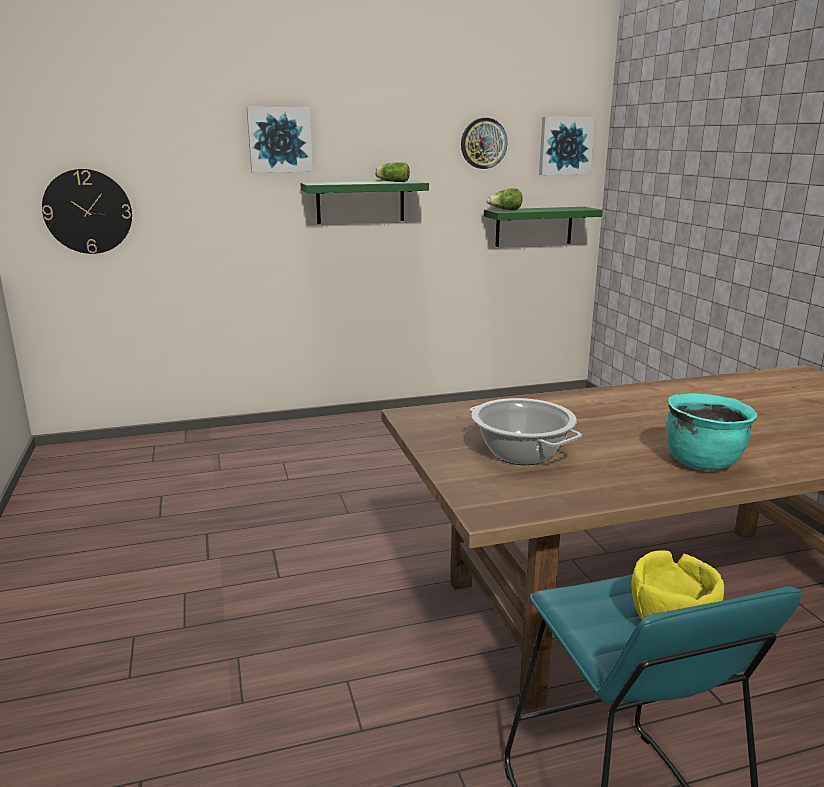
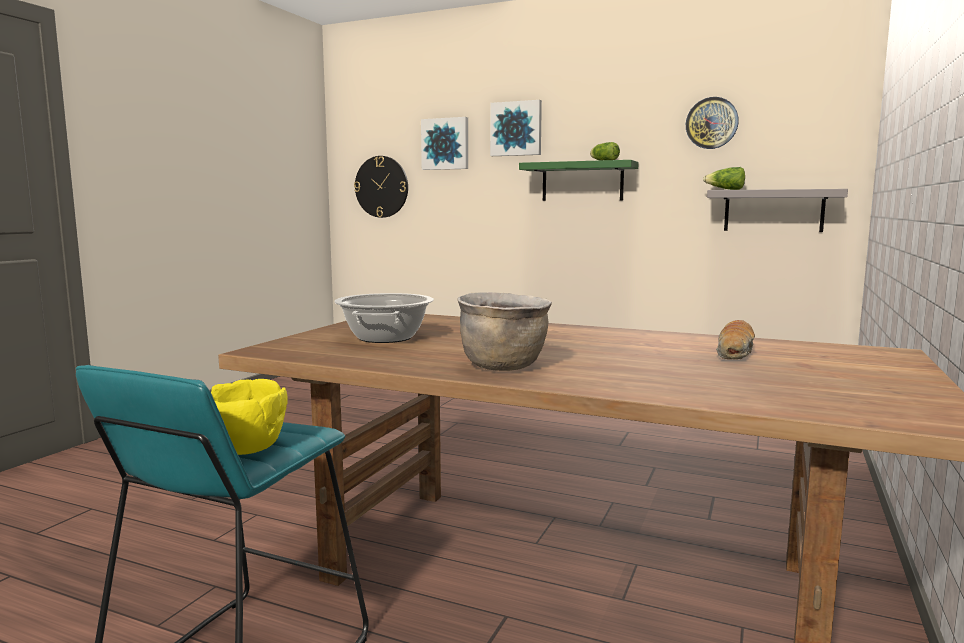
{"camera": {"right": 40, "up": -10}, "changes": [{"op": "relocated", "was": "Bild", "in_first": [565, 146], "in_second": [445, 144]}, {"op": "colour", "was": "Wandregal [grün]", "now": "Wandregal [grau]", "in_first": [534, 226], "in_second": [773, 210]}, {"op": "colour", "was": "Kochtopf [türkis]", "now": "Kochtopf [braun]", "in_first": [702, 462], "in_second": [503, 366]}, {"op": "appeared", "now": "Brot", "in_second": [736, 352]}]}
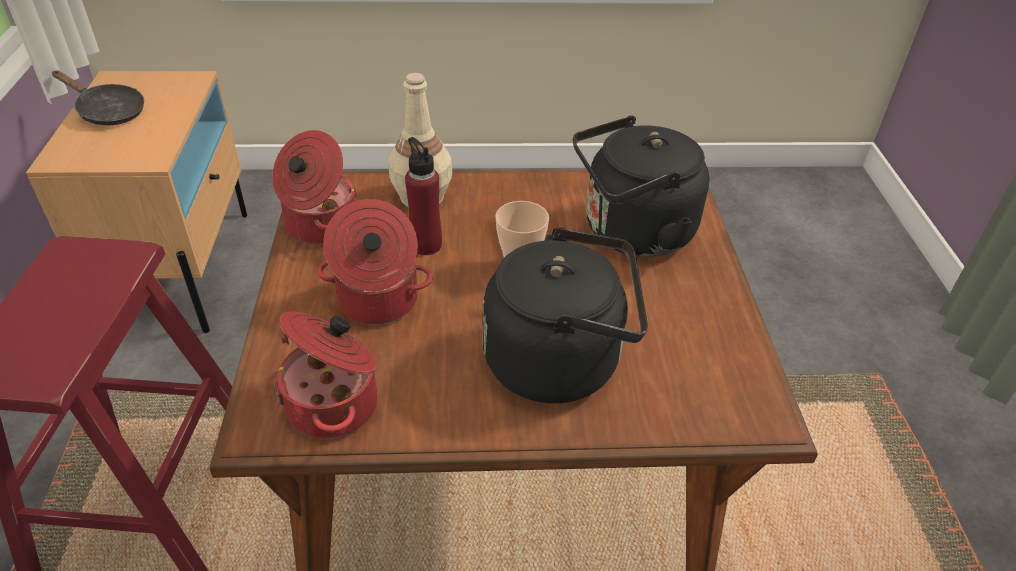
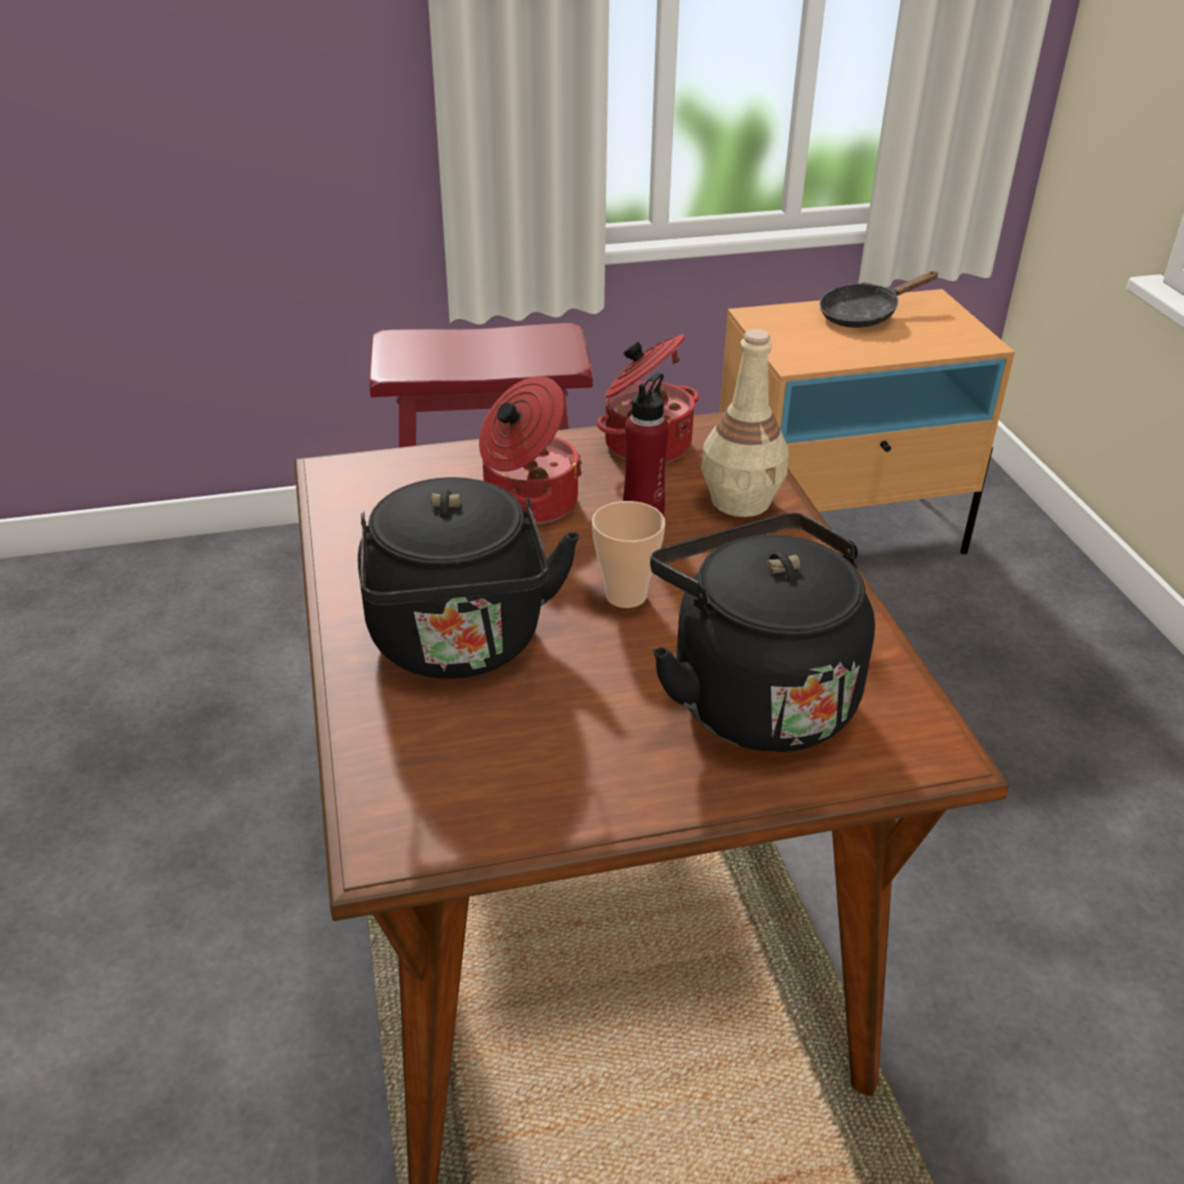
{"camera": {"right": 80, "up": -5}, "changes": [{"op": "spun", "was": "Pfanne [schwarz]", "in_first": [107, 112], "in_second": [864, 315], "clockwise": 45}, {"op": "missing", "was": "Kochtopf", "in_first": [335, 405]}]}
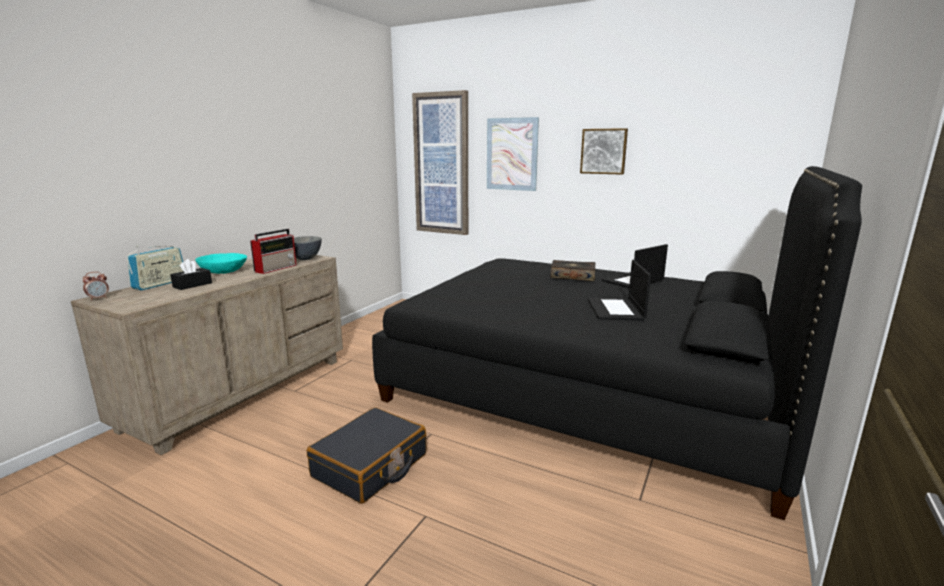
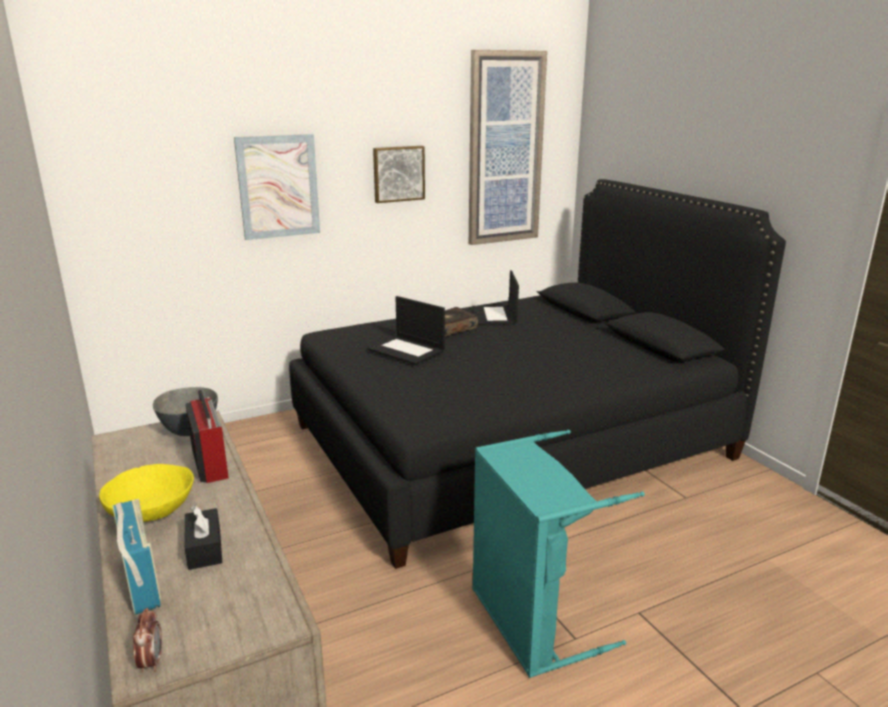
{"camera": {"right": -55, "up": 5}, "changes": [{"op": "relocated", "was": "Bild", "in_first": [442, 164], "in_second": [505, 149]}, {"op": "colour", "was": "Schüssel [türkis]", "now": "Schüssel [gelb]", "in_first": [223, 271], "in_second": [151, 509]}, {"op": "relocated", "was": "Laptop", "in_first": [616, 310], "in_second": [407, 350]}, {"op": "exchanged", "was": "Koffer [schwarz]", "now": "Wäschekorb [türkis]", "in_first": [370, 466], "in_second": [530, 621]}]}
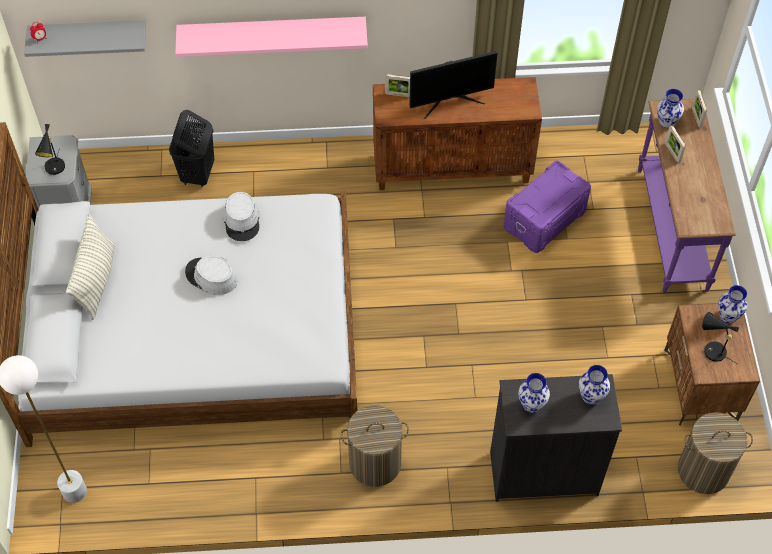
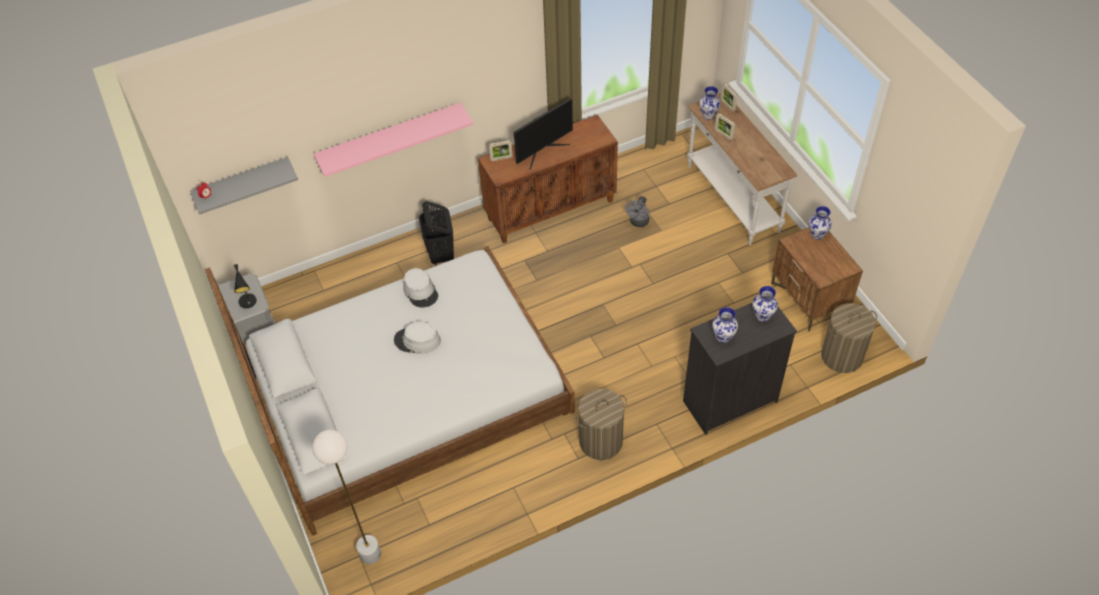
{"camera": {"right": -20, "up": -5}, "changes": [{"op": "colour", "was": "Konsolentisch [lila]", "now": "Konsolentisch [weiß]", "in_first": [670, 229], "in_second": [731, 199]}, {"op": "relocated", "was": "Wäschekorb [schwarz]", "in_first": [197, 174], "in_second": [441, 255]}, {"op": "exchanged", "was": "Aufbewahrungsbox [lila]", "now": "Ventilator [grau]", "in_first": [545, 219], "in_second": [638, 223]}, {"op": "missing", "was": "Kissen", "in_first": [96, 280]}, {"op": "missing", "was": "Tischlampe [schwarz]", "in_first": [711, 350]}]}
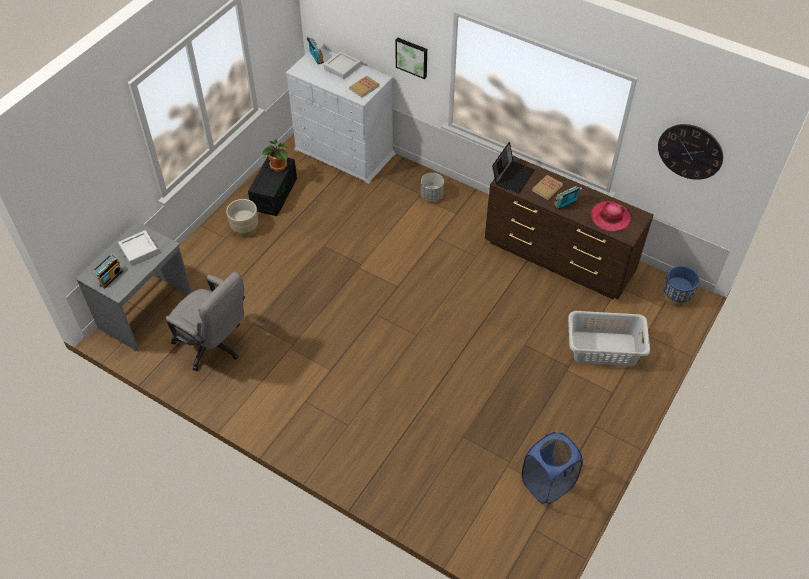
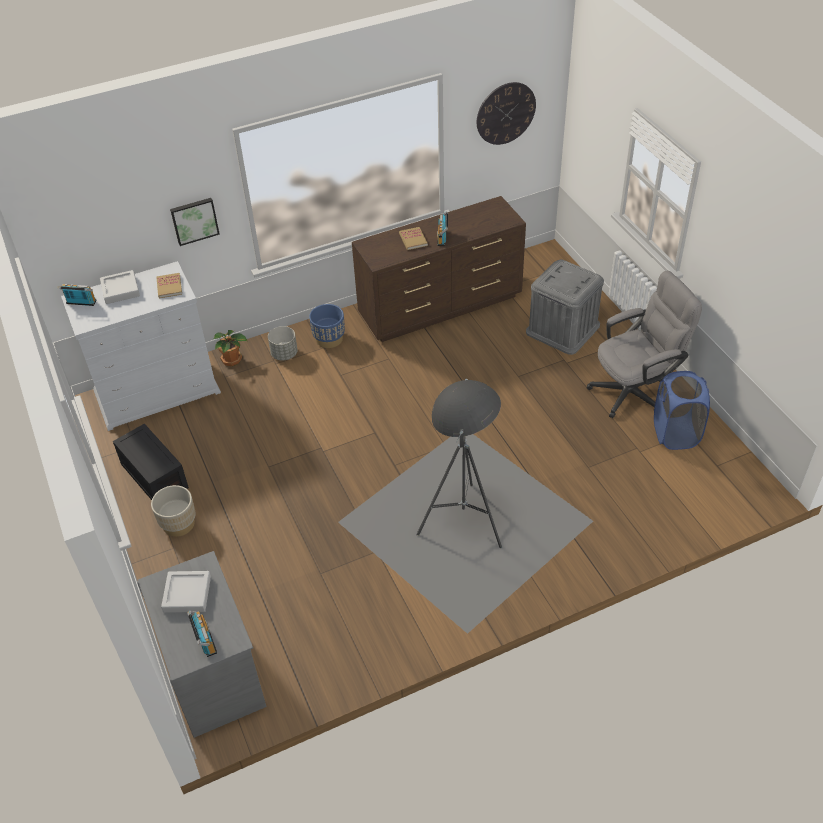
{"camera": {"right": -55, "up": -5}, "changes": [{"op": "relocated", "was": "Topfpflanze", "in_first": [278, 166], "in_second": [232, 360]}, {"op": "missing", "was": "Laptop", "in_first": [512, 176]}, {"op": "missing", "was": "Hut", "in_first": [610, 217]}, {"op": "relocated", "was": "Pflanzkübel [blau]", "in_first": [676, 296], "in_second": [329, 339]}, {"op": "relocated", "was": "Bürostuhl [grau]", "in_first": [214, 346], "in_second": [635, 390]}, {"op": "exchanged", "was": "Wäschekorb [grau]", "now": "Aufbewahrungsbox [grau]", "in_first": [604, 349], "in_second": [563, 328]}, {"op": "appeared", "now": "Stehlampe [grau]", "in_second": [465, 522]}]}
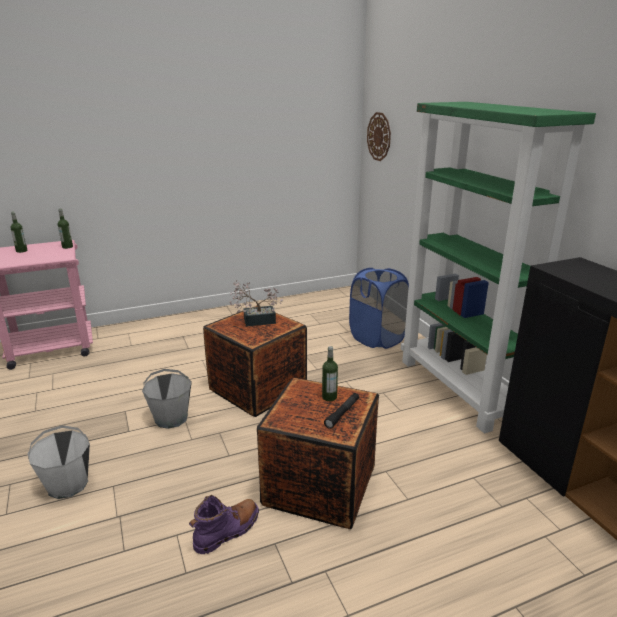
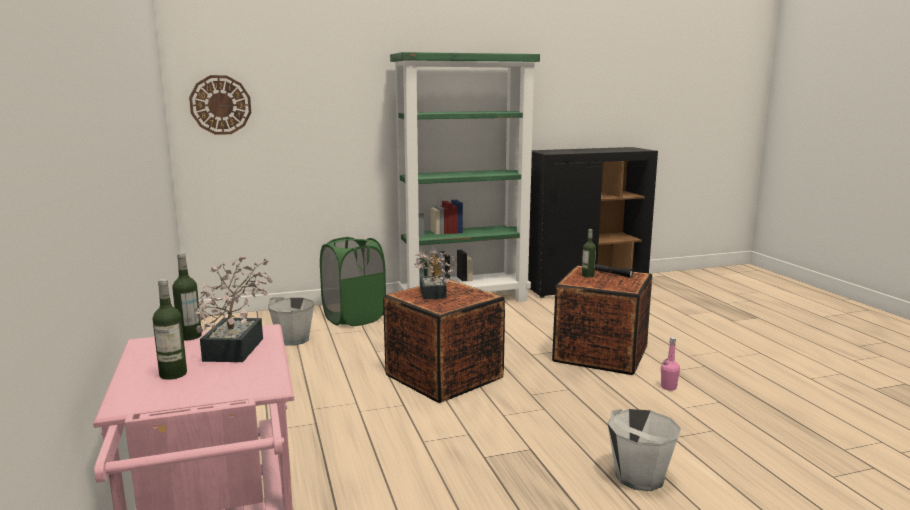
{"camera": {"right": -85, "up": -10}, "changes": [{"op": "colour", "was": "Wäschekorb [blau]", "now": "Wäschekorb [grün]", "in_first": [377, 338], "in_second": [354, 318]}, {"op": "relocated", "was": "Eimer [grau]", "in_first": [171, 418], "in_second": [293, 339]}, {"op": "exchanged", "was": "Stiefel [lila]", "now": "Flasche [rosa]", "in_first": [227, 531], "in_second": [668, 387]}, {"op": "appeared", "now": "Topfpflanze", "in_second": [237, 346]}]}
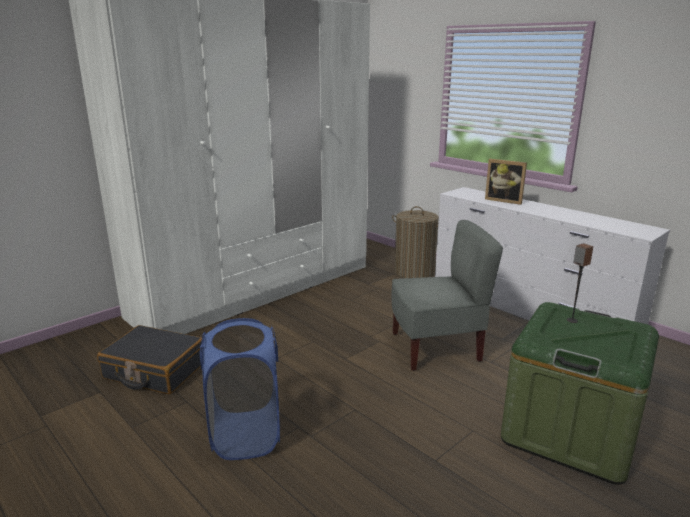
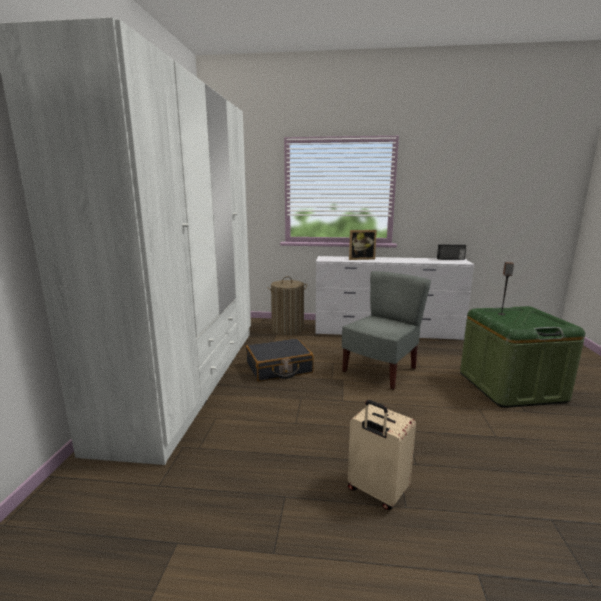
{"camera": {"right": -40, "up": -5}, "changes": [{"op": "exchanged", "was": "Wäschekorb [blau]", "now": "Koffer [beige]", "in_first": [246, 435], "in_second": [376, 492]}, {"op": "relocated", "was": "Koffer [schwarz]", "in_first": [154, 371], "in_second": [279, 368]}, {"op": "appeared", "now": "Radio", "in_second": [450, 259]}]}
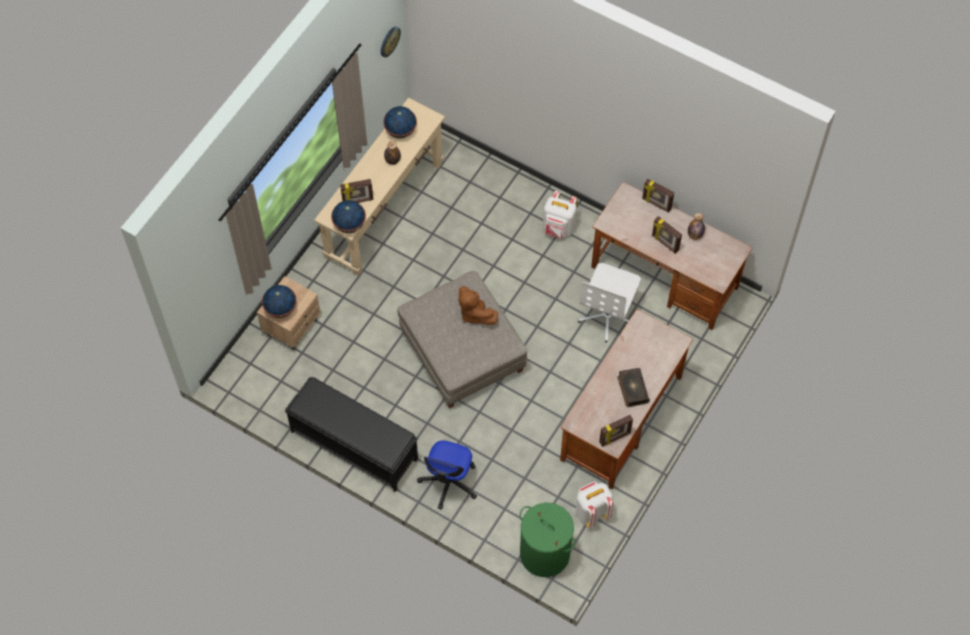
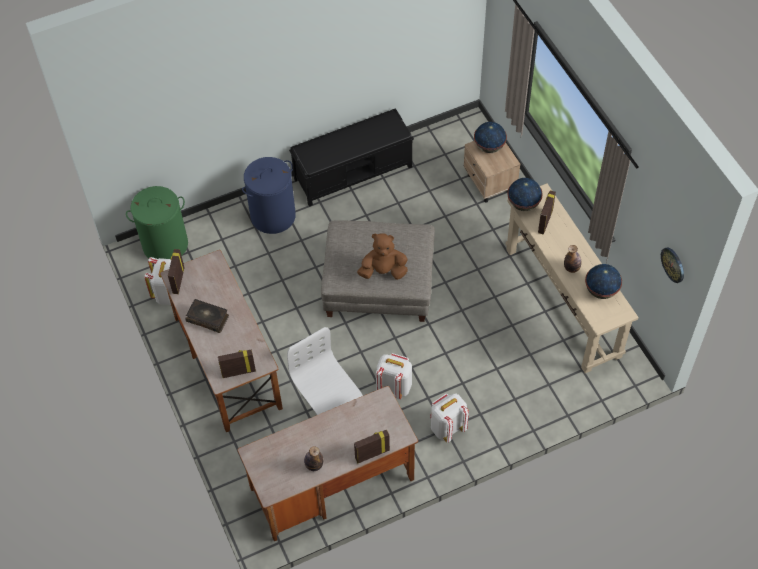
{"camera": {"right": 125, "up": -5}, "changes": [{"op": "relocated", "was": "Bilderrahmen", "in_first": [664, 243], "in_second": [238, 372]}, {"op": "exchanged", "was": "Bürostuhl", "now": "Wäschekorb [blau]", "in_first": [449, 482], "in_second": [273, 216]}, {"op": "appeared", "now": "Rucksack [weiß]", "in_second": [394, 386]}]}
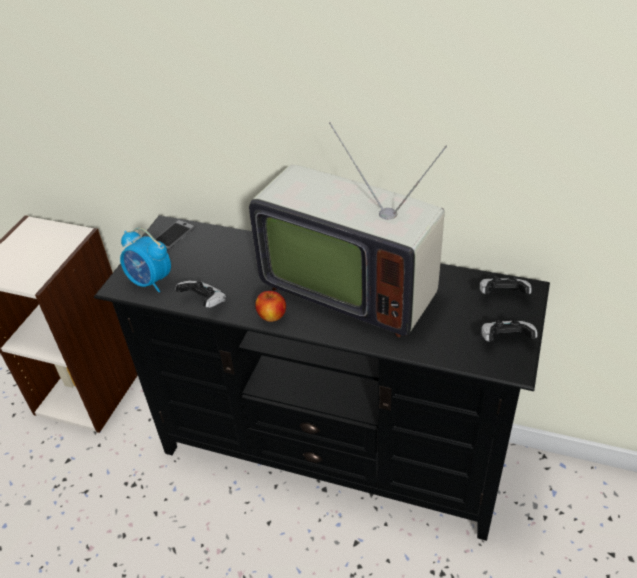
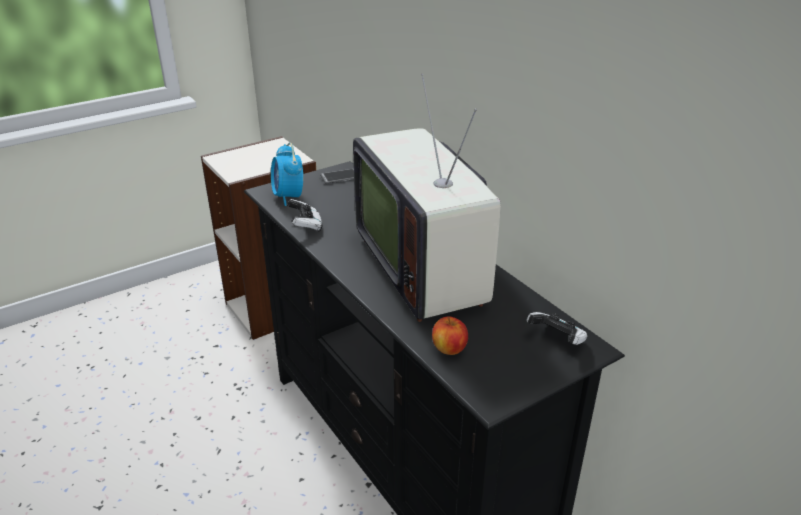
{"camera": {"right": 35, "up": -10}, "changes": [{"op": "relocated", "was": "Apfel", "in_first": [272, 316], "in_second": [449, 349]}, {"op": "missing", "was": "Gamepad", "in_first": [505, 340]}]}
